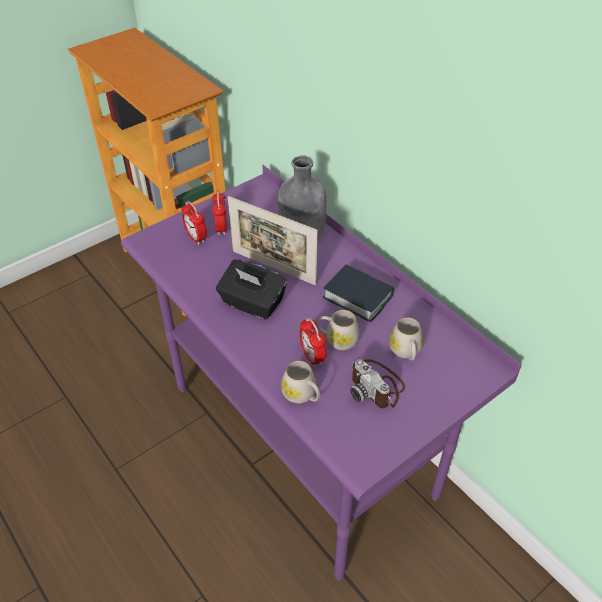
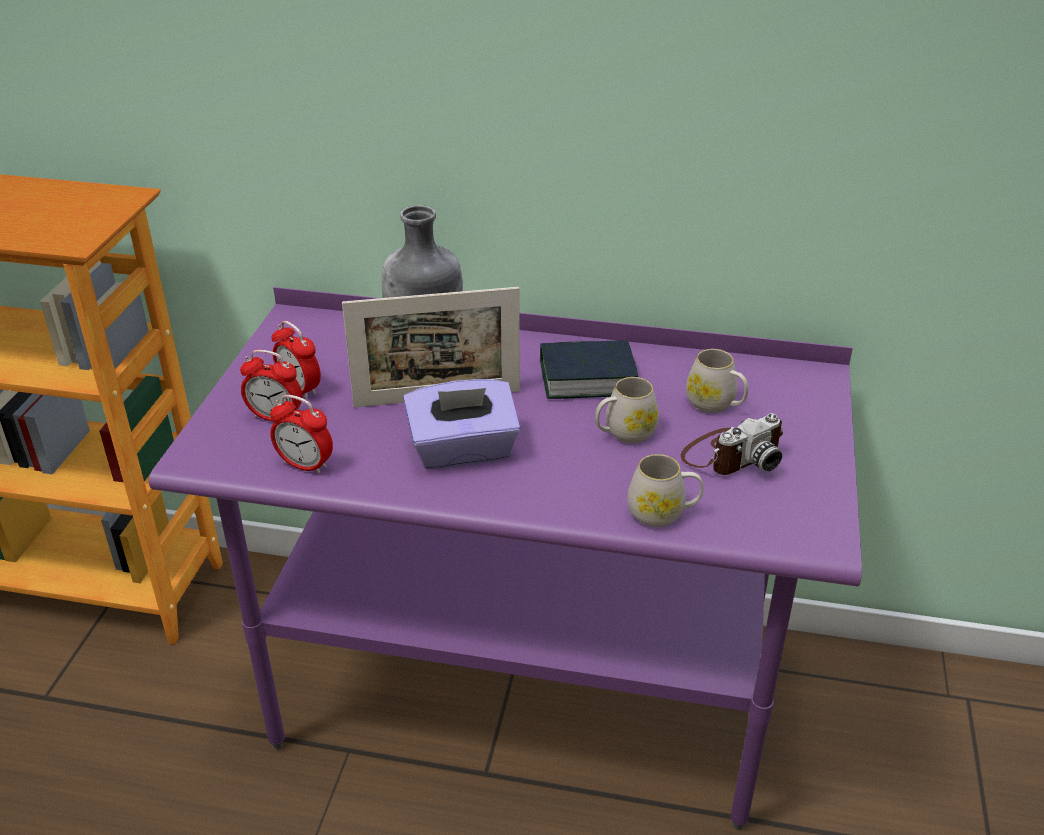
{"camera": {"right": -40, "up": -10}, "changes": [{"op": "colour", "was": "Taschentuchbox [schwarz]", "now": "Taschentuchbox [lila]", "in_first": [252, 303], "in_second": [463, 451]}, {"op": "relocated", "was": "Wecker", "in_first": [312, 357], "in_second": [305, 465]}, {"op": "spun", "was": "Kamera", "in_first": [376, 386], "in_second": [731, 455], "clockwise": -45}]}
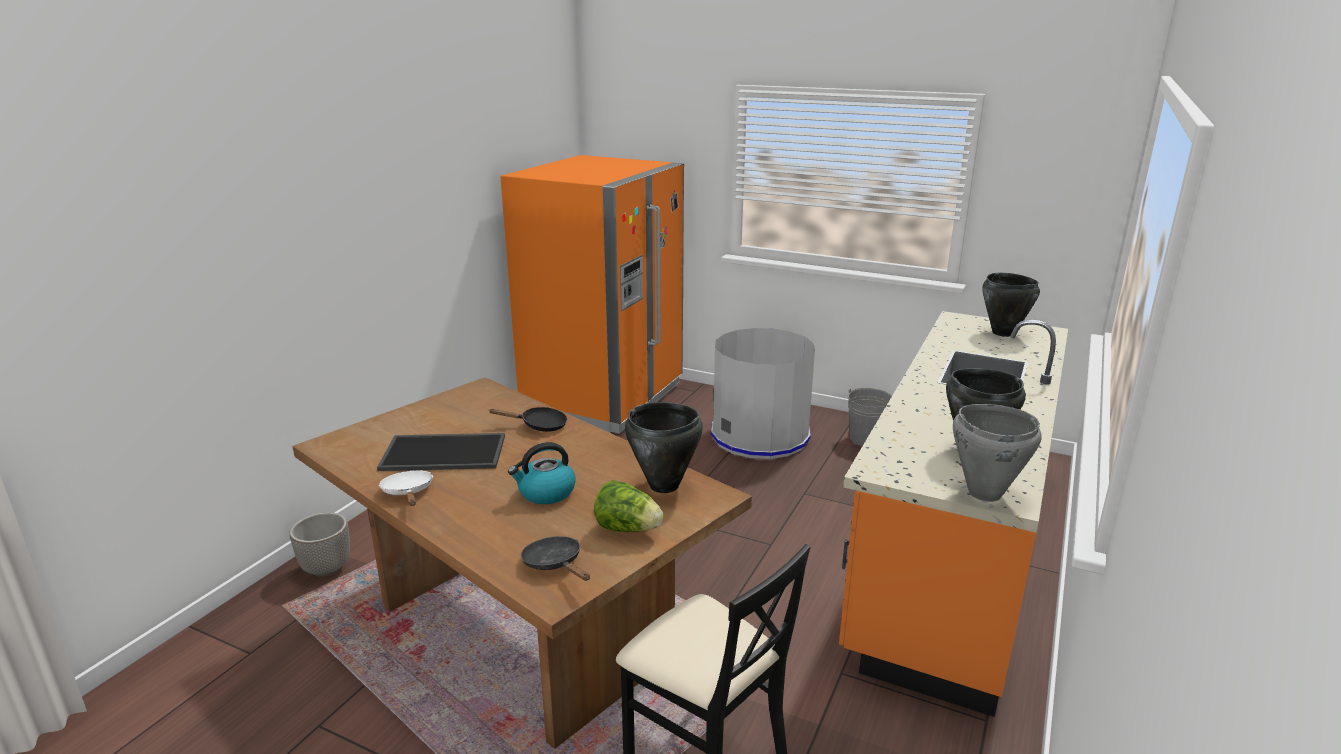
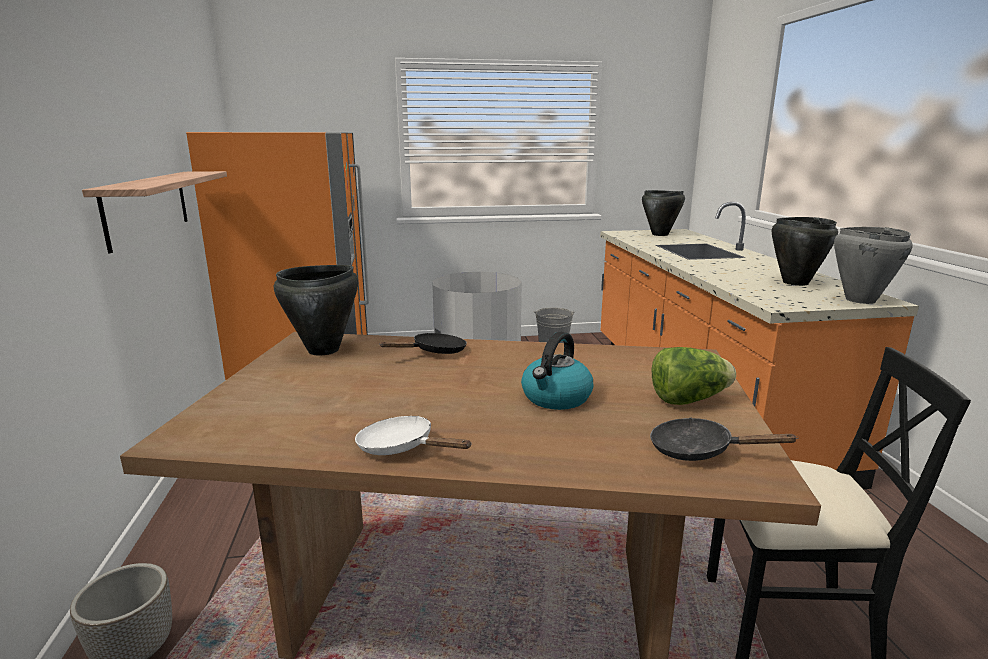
{"camera": {"right": -35, "up": -5}, "changes": [{"op": "relocated", "was": "Kochtopf [schwarz]", "in_first": [664, 486], "in_second": [324, 350]}, {"op": "missing", "was": "Tablett", "in_first": [445, 452]}, {"op": "appeared", "now": "Wandregal", "in_second": [148, 207]}]}
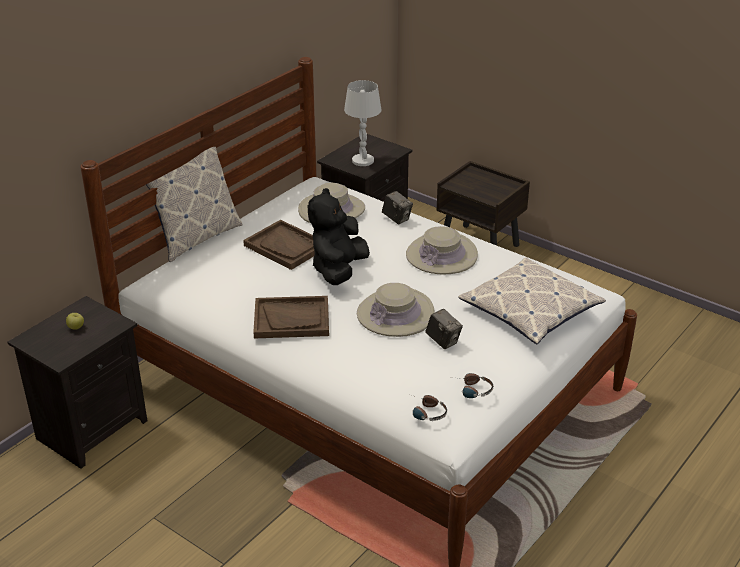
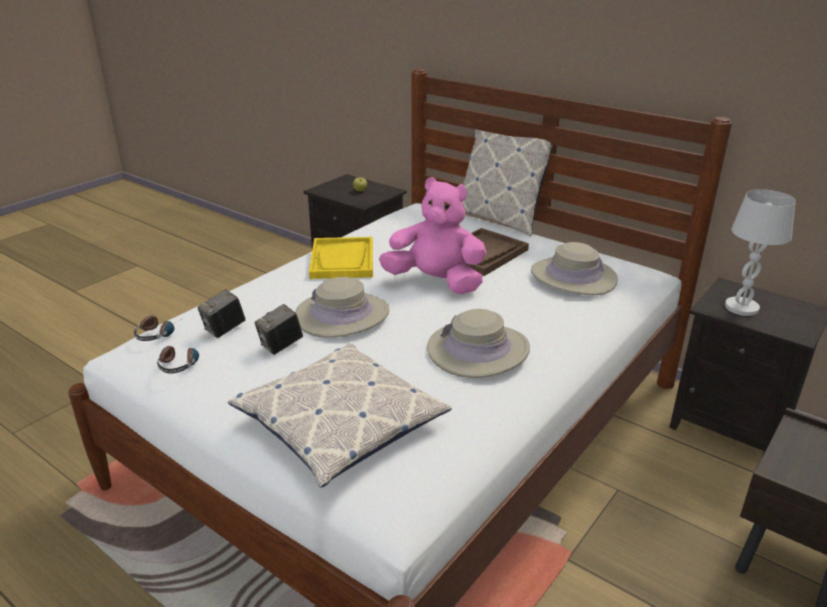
{"camera": {"right": 90, "up": -5}, "changes": [{"op": "colour", "was": "Plüschtier [schwarz]", "now": "Plüschtier [rosa]", "in_first": [338, 270], "in_second": [436, 282]}, {"op": "relocated", "was": "Kamera", "in_first": [397, 219], "in_second": [224, 330]}, {"op": "colour", "was": "Tablett [braun]", "now": "Tablett [gelb]", "in_first": [292, 319], "in_second": [342, 260]}]}
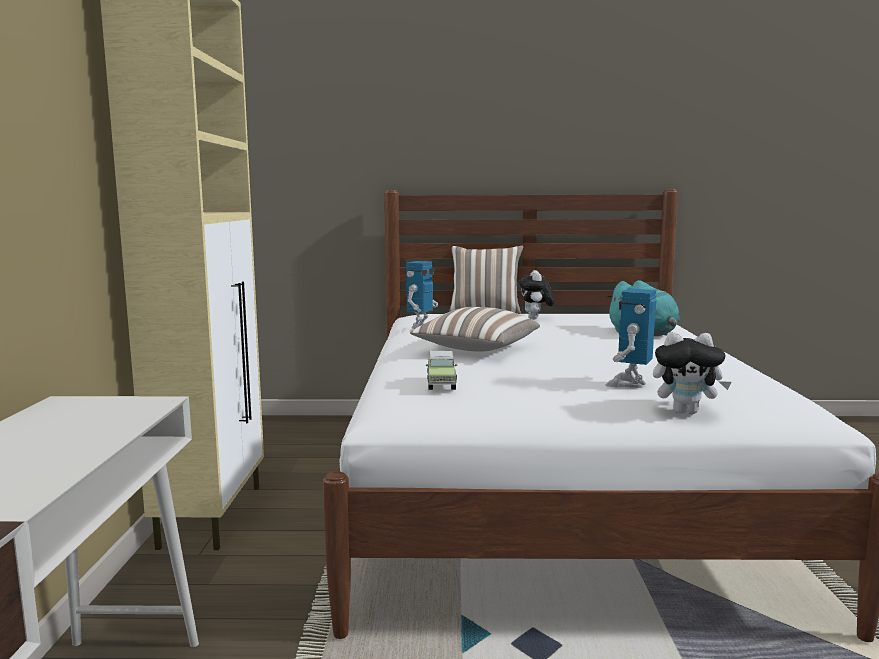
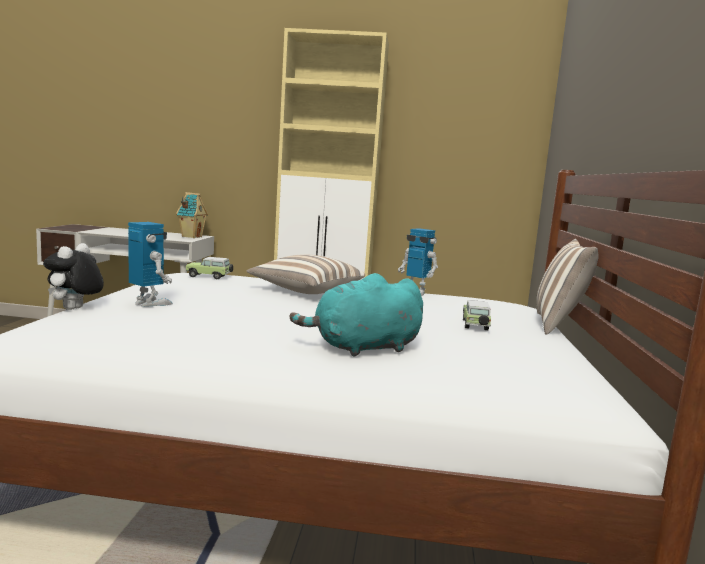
{"camera": {"right": 95, "up": 0}, "changes": [{"op": "exchanged", "was": "Plüschtier", "now": "Spielzeugauto", "in_first": [536, 319], "in_second": [475, 326]}, {"op": "appeared", "now": "Spielzeughaus", "in_second": [191, 236]}]}
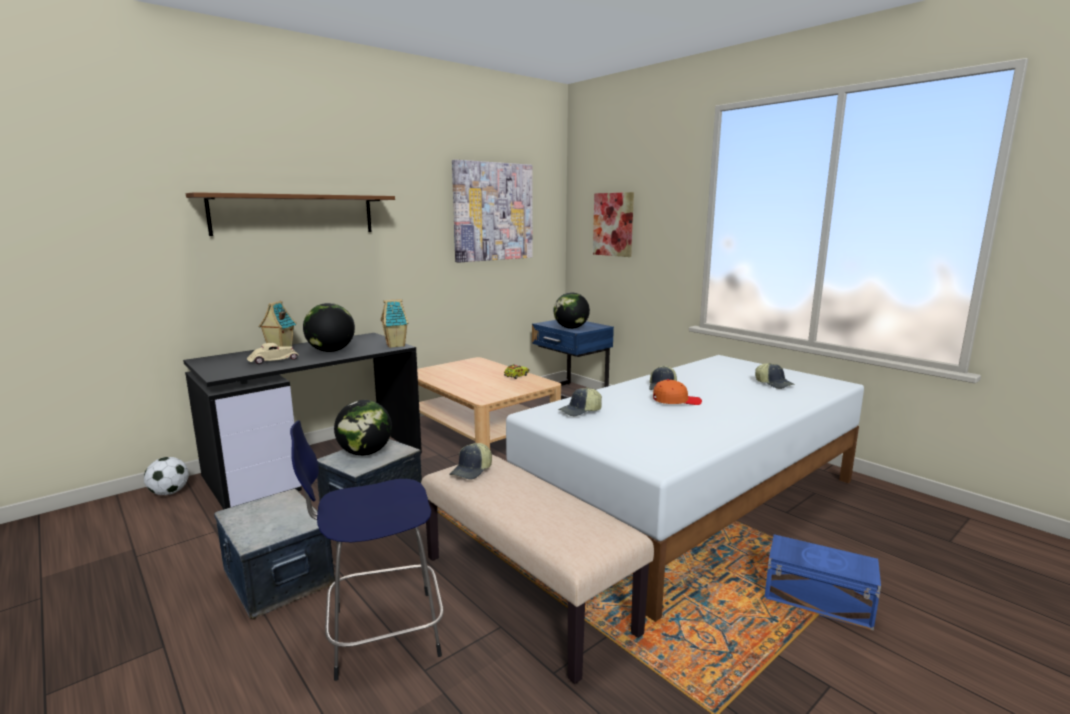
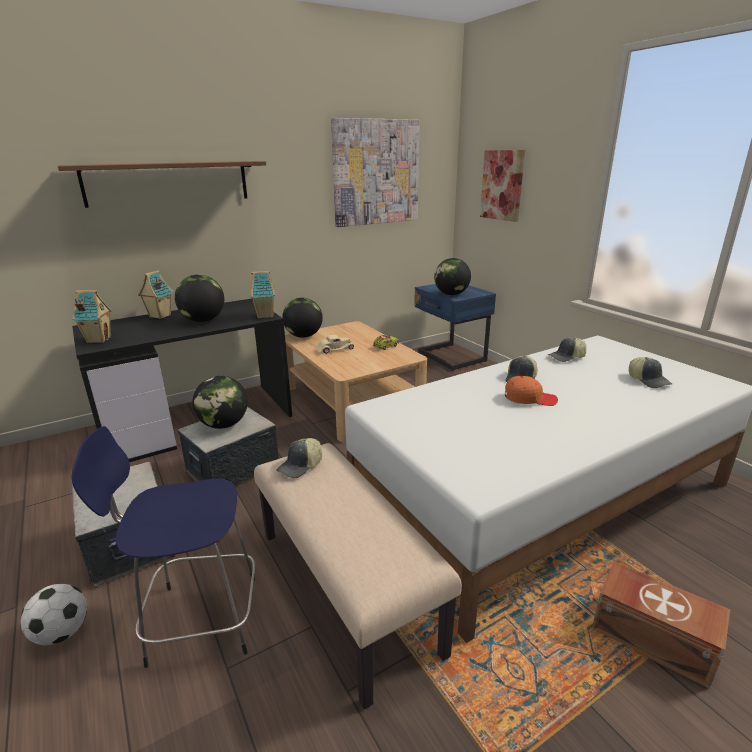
{"camera": {"right": 10, "up": 10}, "changes": [{"op": "relocated", "was": "Spielzeugauto [beige]", "in_first": [273, 360], "in_second": [334, 349]}, {"op": "relocated", "was": "Kappe", "in_first": [580, 411], "in_second": [567, 357]}, {"op": "relocated", "was": "Fußball", "in_first": [169, 493], "in_second": [61, 633]}, {"op": "colour", "was": "Aufbewahrungsbox [blau]", "now": "Aufbewahrungsbox [braun]", "in_first": [816, 598], "in_second": [650, 636]}, {"op": "appeared", "now": "Spielzeughaus", "in_second": [98, 339]}, {"op": "appeared", "now": "Globus", "in_second": [304, 336]}]}
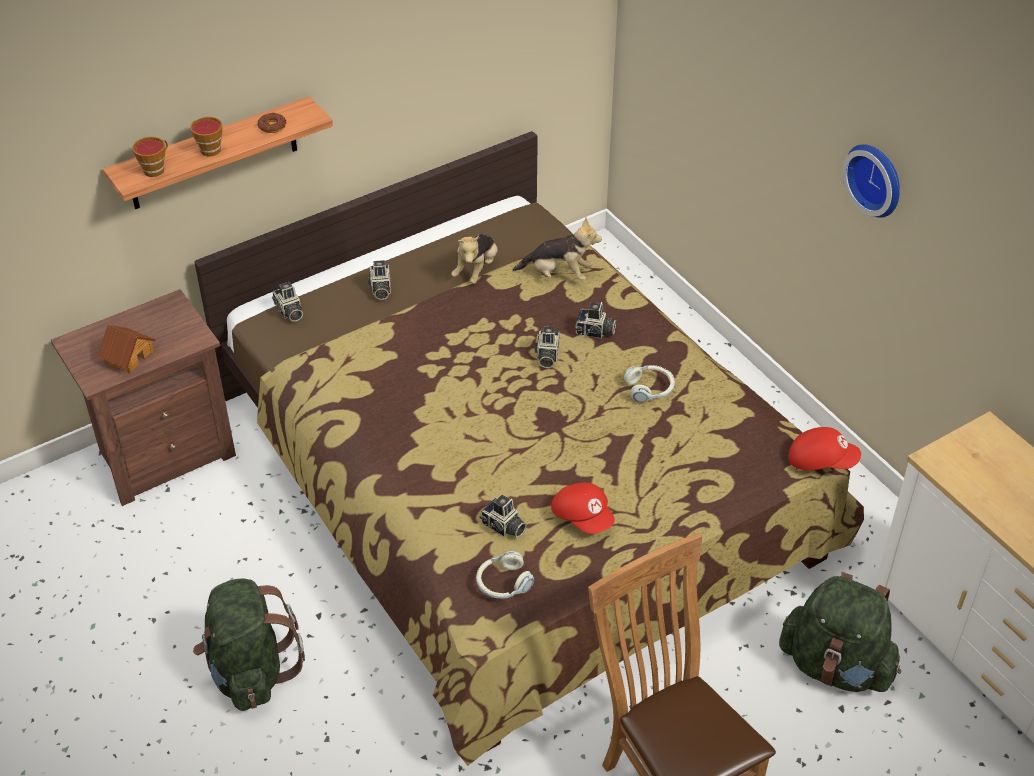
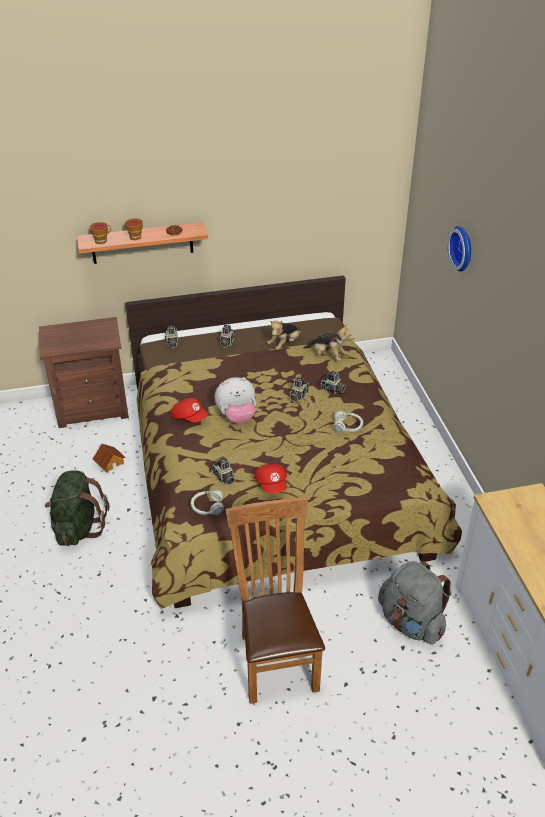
{"camera": {"right": 20, "up": -5}, "changes": [{"op": "relocated", "was": "Wanduhr", "in_first": [876, 178], "in_second": [463, 248]}, {"op": "relocated", "was": "Spielzeughaus", "in_first": [128, 356], "in_second": [110, 462]}, {"op": "relocated", "was": "Kappe [rot]", "in_first": [821, 460], "in_second": [189, 417]}, {"op": "colour", "was": "Rucksack [grün]", "now": "Rucksack [grau]", "in_first": [836, 666], "in_second": [411, 622]}, {"op": "appeared", "now": "Plüschtier", "in_second": [237, 417]}]}
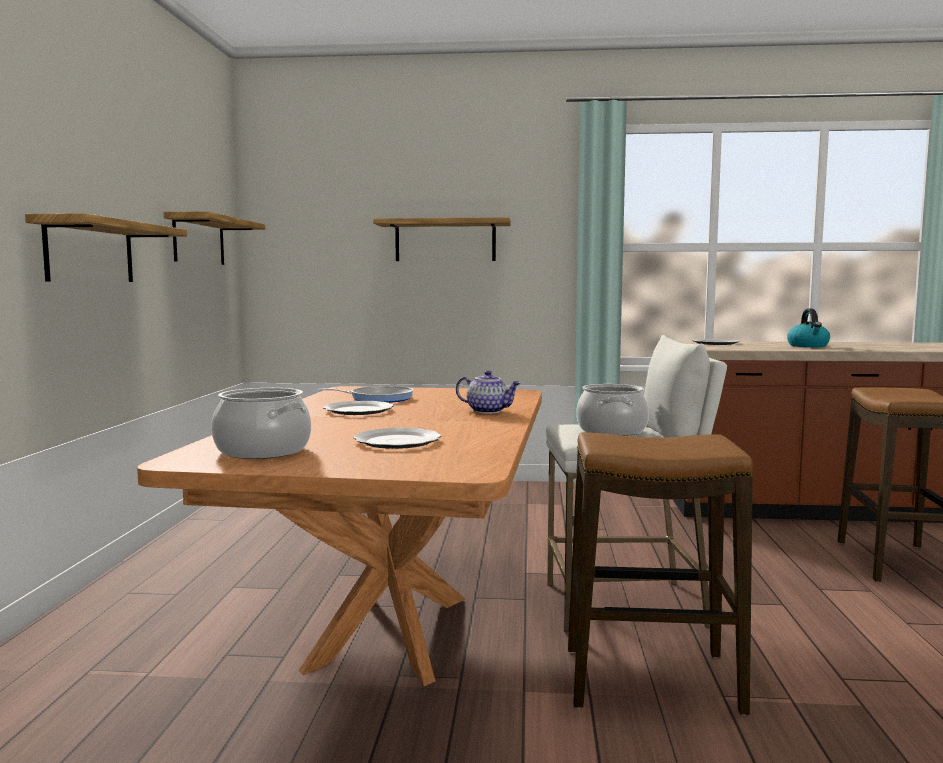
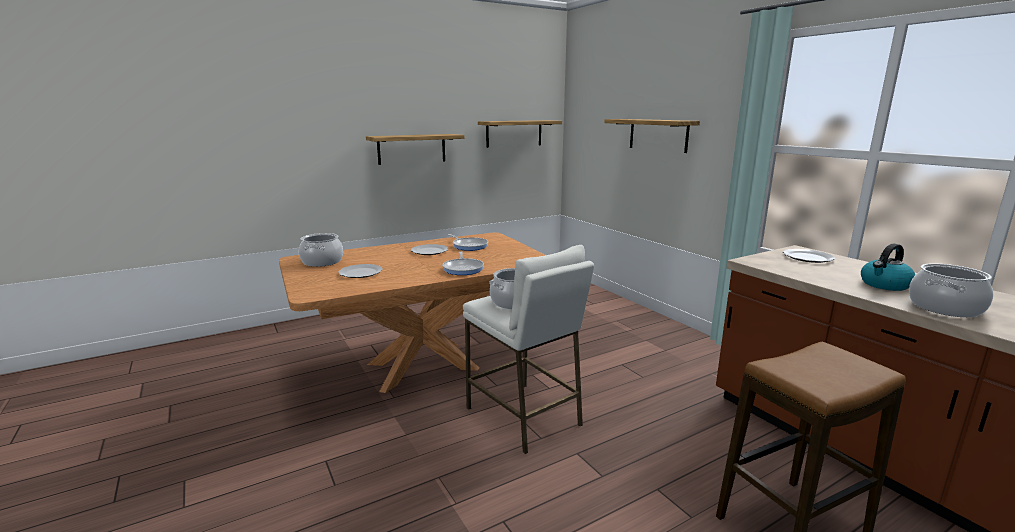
{"camera": {"right": 55, "up": 10}, "changes": [{"op": "exchanged", "was": "Teekanne", "now": "Pfanne", "in_first": [488, 411], "in_second": [463, 268]}, {"op": "missing", "was": "Hocker", "in_first": [651, 680]}, {"op": "appeared", "now": "Kochtopf", "in_second": [944, 307]}]}
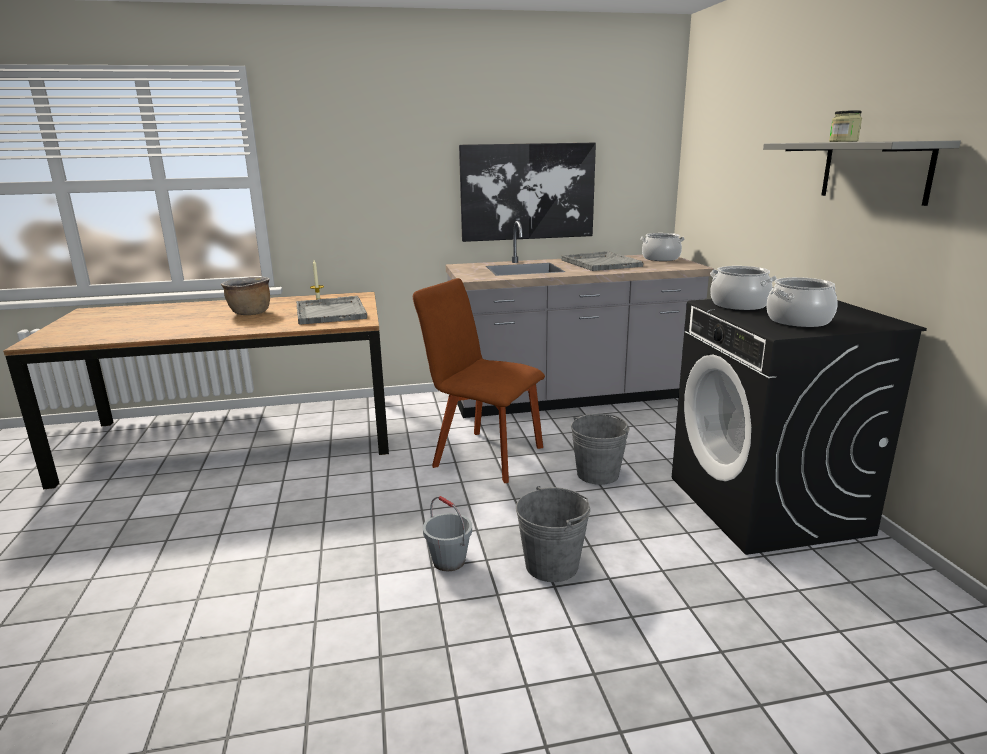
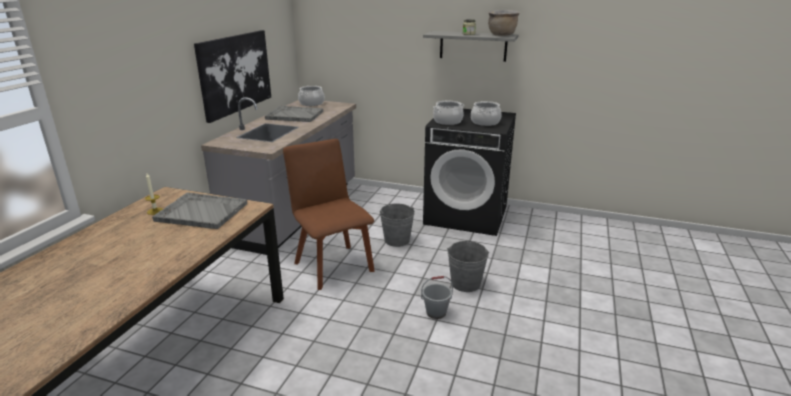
{"camera": {"right": -60, "up": 5}, "changes": [{"op": "relocated", "was": "Kochtopf [braun]", "in_first": [250, 313], "in_second": [502, 35]}, {"op": "spun", "was": "Stuhl [braun]", "in_first": [483, 455], "in_second": [332, 265], "clockwise": 90}]}
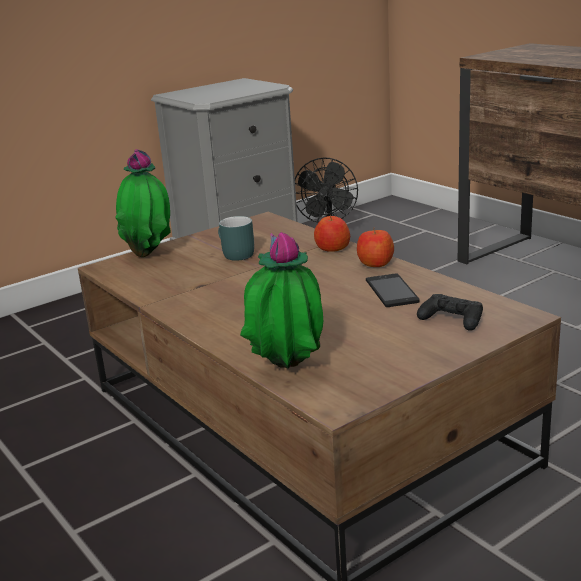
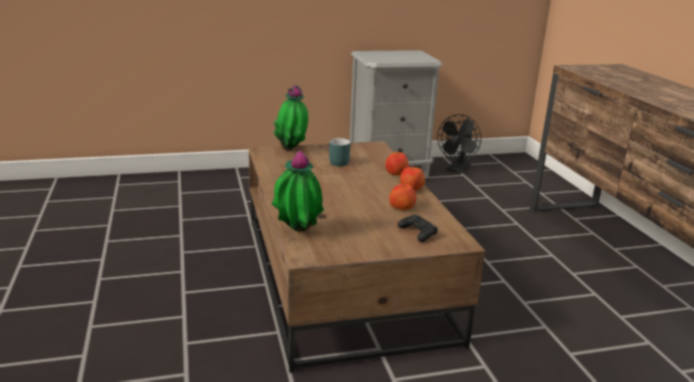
{"camera": {"right": 20, "up": 0}, "changes": [{"op": "exchanged", "was": "Handy", "now": "Apfel", "in_first": [391, 291], "in_second": [402, 207]}]}
